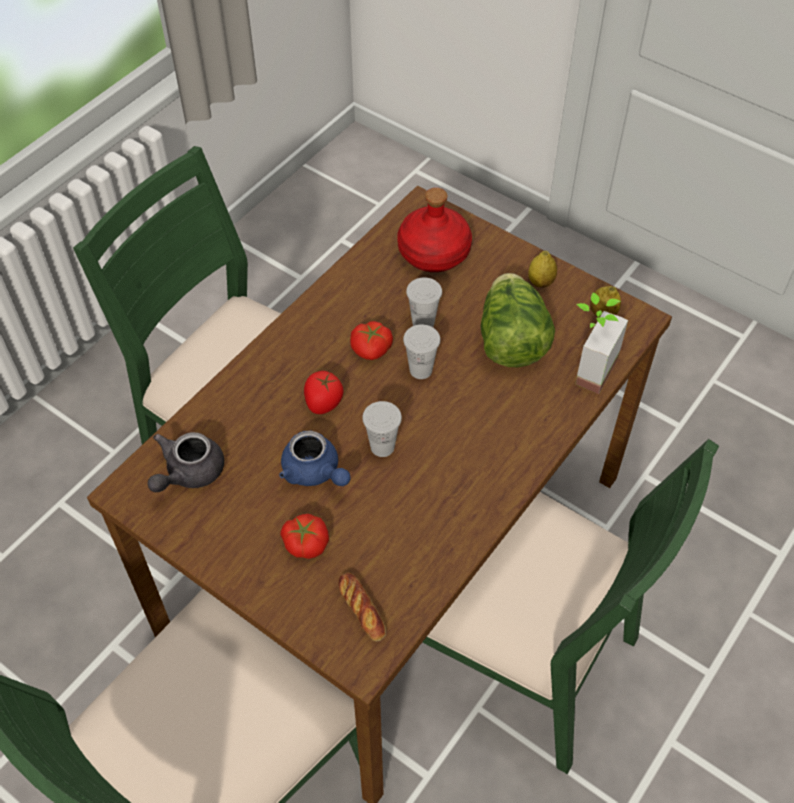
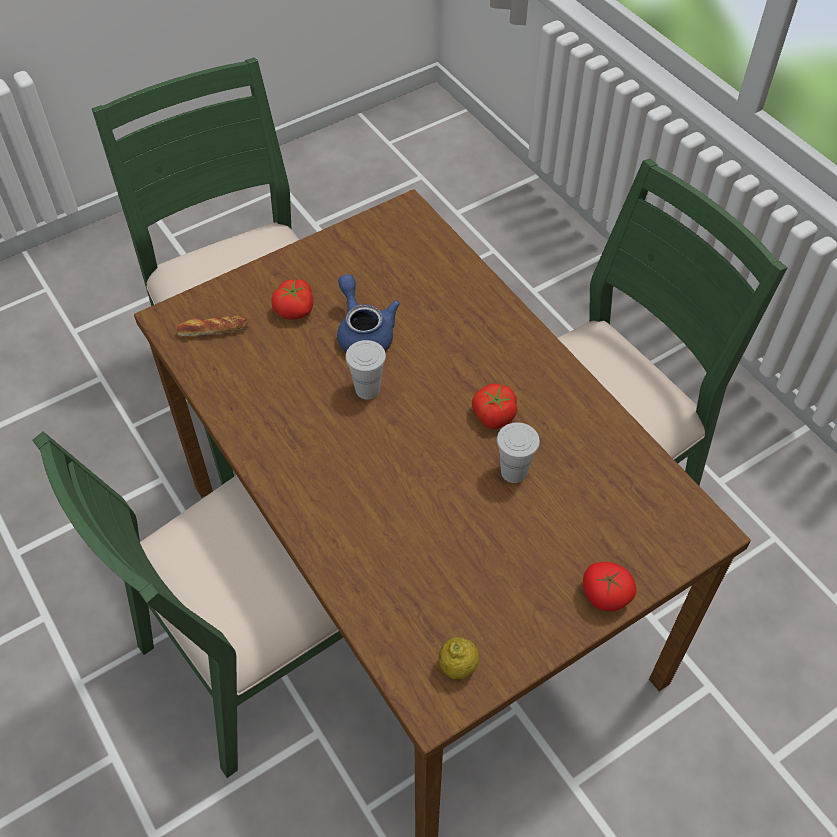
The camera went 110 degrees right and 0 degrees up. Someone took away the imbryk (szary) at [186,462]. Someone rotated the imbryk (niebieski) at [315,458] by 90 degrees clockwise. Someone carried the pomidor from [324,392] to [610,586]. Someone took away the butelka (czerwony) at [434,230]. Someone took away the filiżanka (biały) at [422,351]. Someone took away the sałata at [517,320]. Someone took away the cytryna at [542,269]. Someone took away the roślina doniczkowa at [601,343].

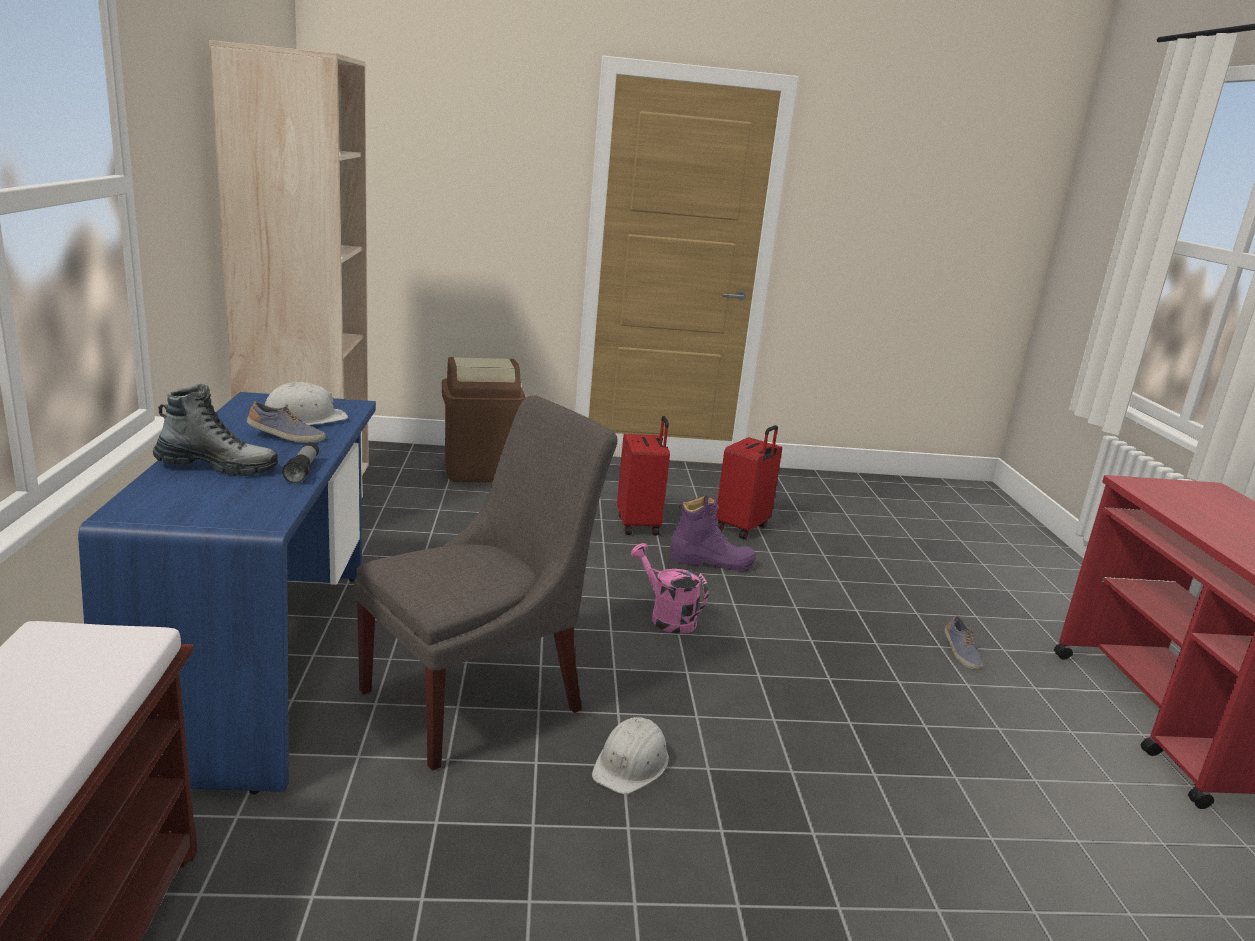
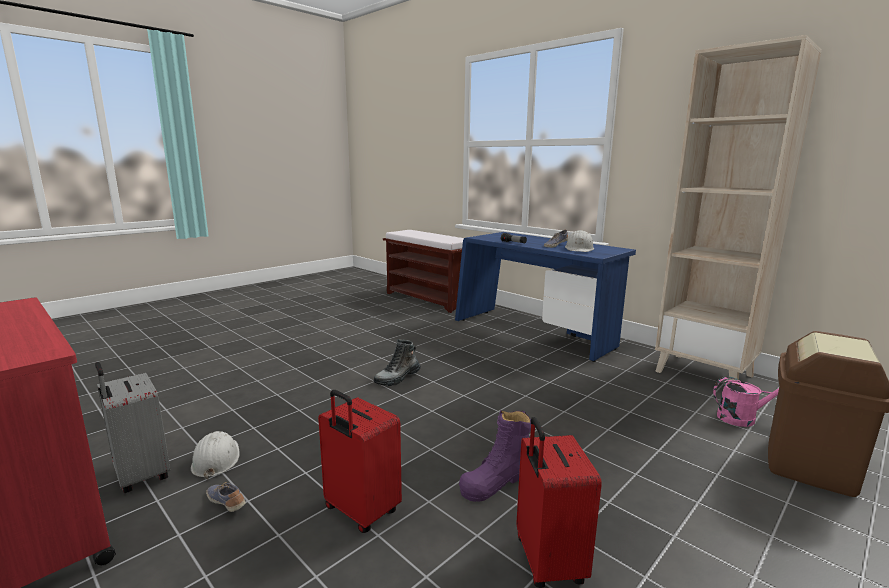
The camera went 140 degrees right and 5 degrees down. Someone carried the but z cholewką from [215,430] to [397,362]. Someone took away the krzesło (szary) at [485,583]. Someone carried the kask (biały) from [630,755] to [215,455]. Someone carried the walizka (czerwony) from [643,476] to [360,461]. Someone carried the konewka (różowy) from [670,588] to [746,401]. Someone put down the walizka (szary) at [132,427].

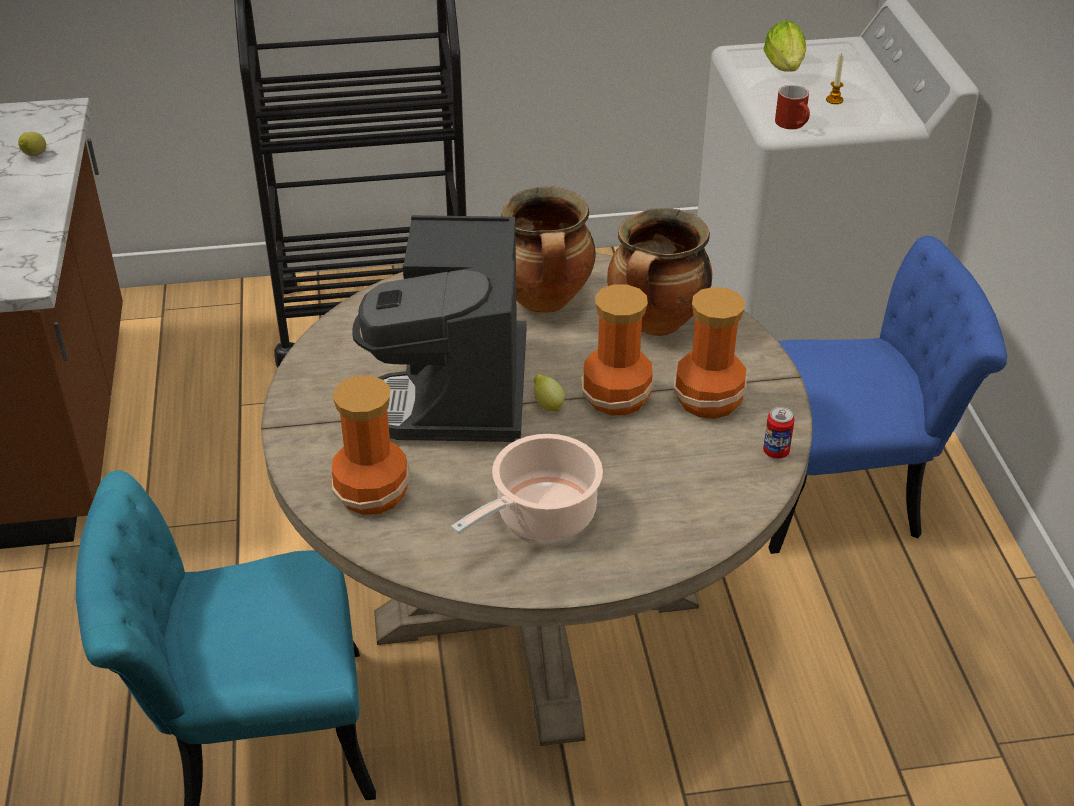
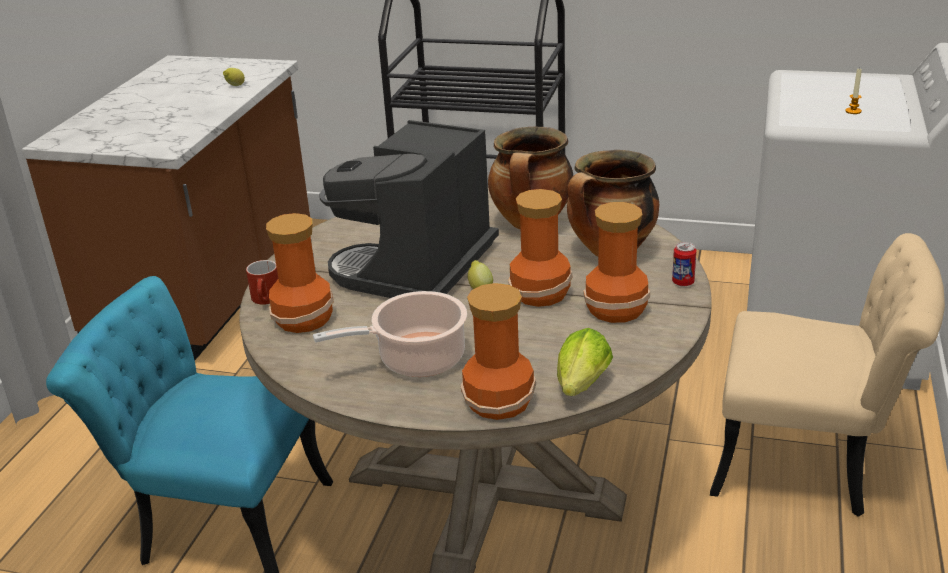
The camera went 25 degrees right and 10 degrees down. Someone carried the puszka from [779,433] to [684,264]. Someone carried the sałata from [785,46] to [585,362]. Someone repainted the krzesło (niebieski) at [888,395], which became the krzesło (beżowy) at [827,375]. Someone carried the kubek (czerwony) from [792,107] to [262,282]. Someone put down the wazon at [498,351].

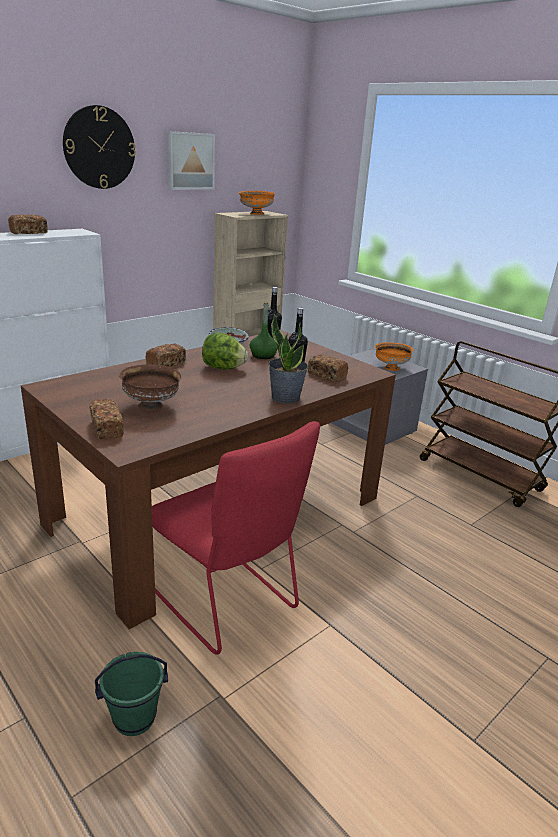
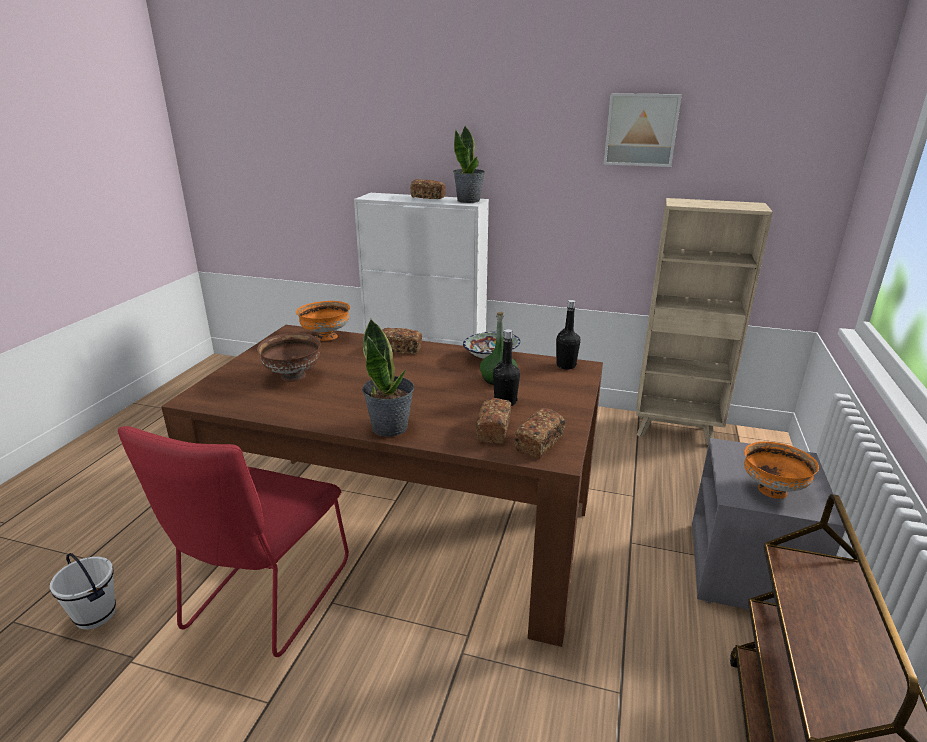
The camera went 60 degrees right and 0 degrees up. Someone took away the zegar ścienny at [99,147]. Someone carried the chleb from [106,419] to [540,433]. Someone repainted the wiadro (zielony) at [131,694], which became the wiadro (biały) at [83,591]. Someone took away the sałata at [225,351]. Someone carried the miska (pomarańczowy) from [257,203] to [323,321]. Someone put down the roślina doniczkowa at [469,164].

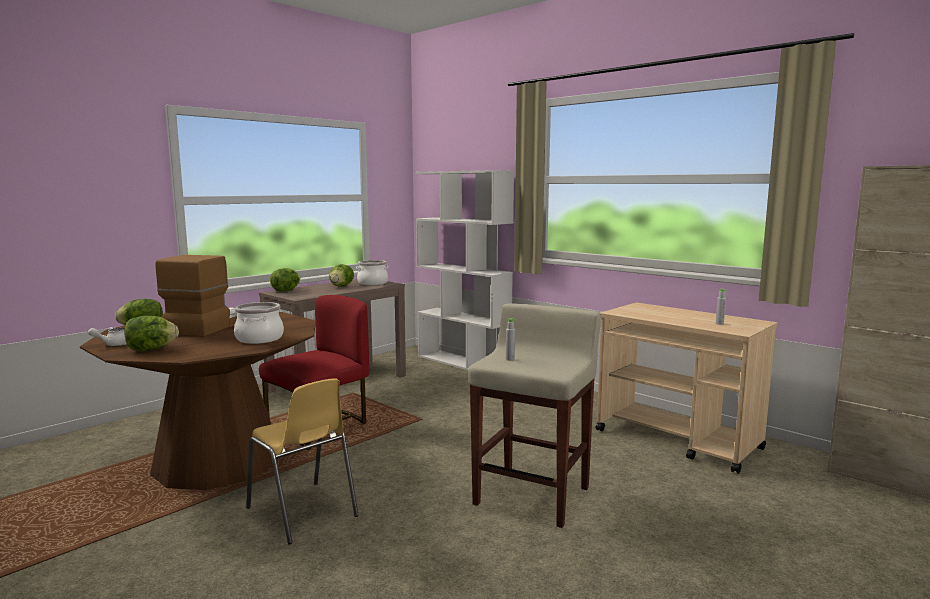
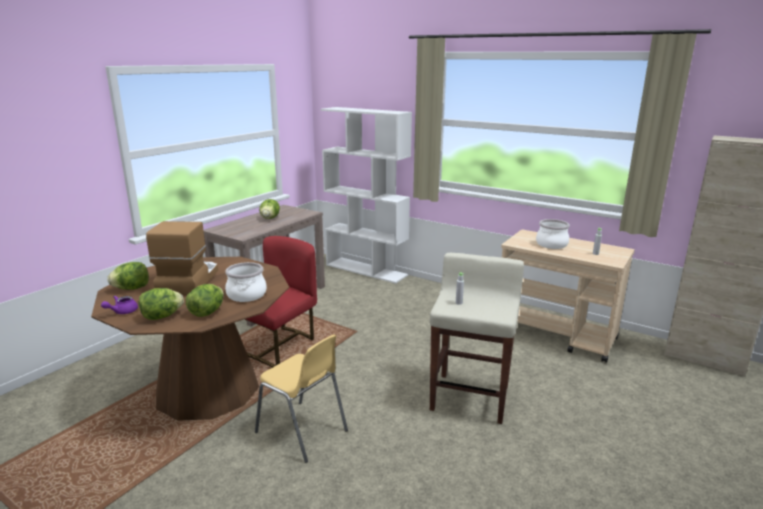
The camera went 10 degrees left and 10 degrees up. Someone repainted the imbryk (biały) at [107,336], which became the imbryk (fioletowy) at [119,305]. Someone carried the sałata from [285,280] to [205,300]. Someone carried the garnek from [372,272] to [553,234].

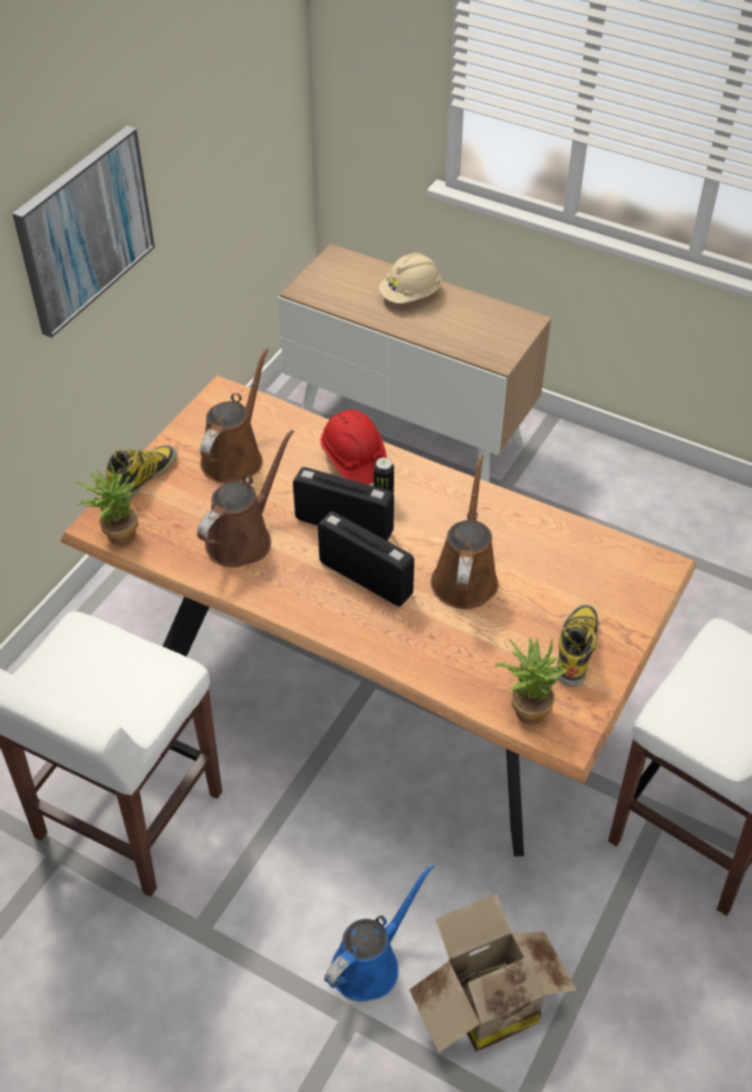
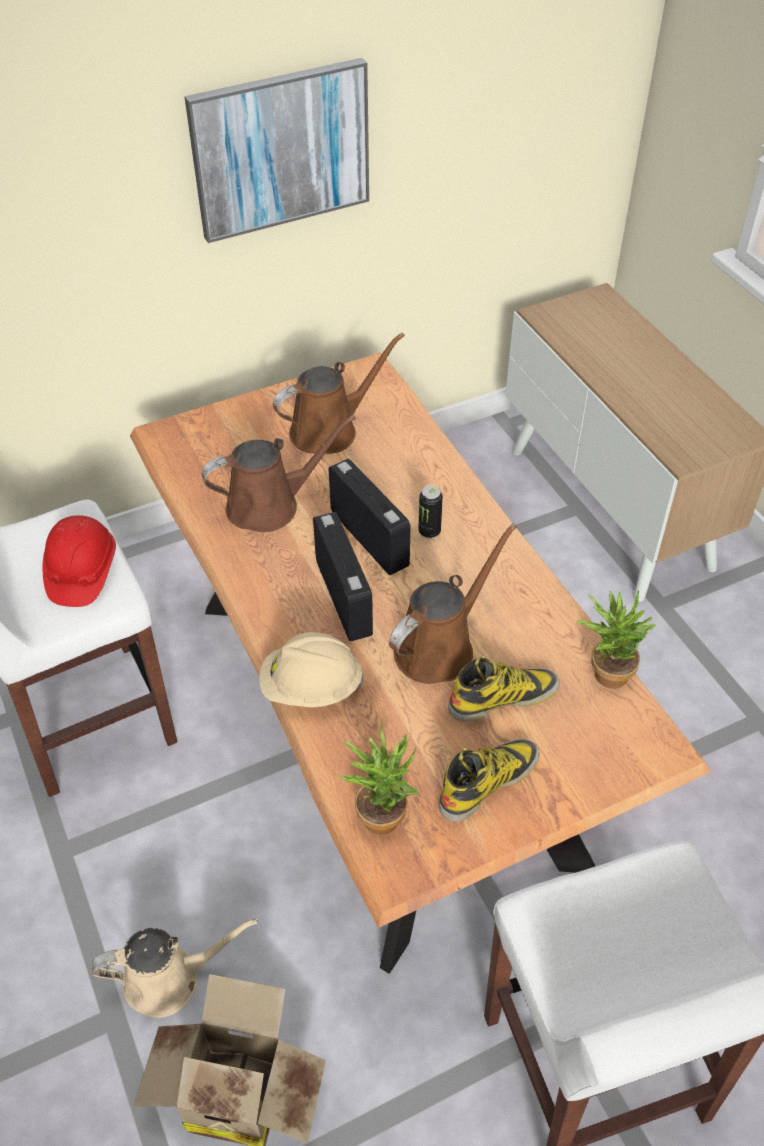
The camera went 35 degrees right and 0 degrees up. Someone carried the roślina doniczkowa from [107,503] to [616,639]. Someone carried the but z cholewką from [141,473] to [504,689]. Someone carried the kask (czerwony) from [353,447] to [79,561]. Someone repainted the konewka (niebieski) at [379,932], which became the konewka (beżowy) at [175,968]. Someone carried the kask (beżowy) from [410,278] to [311,670].

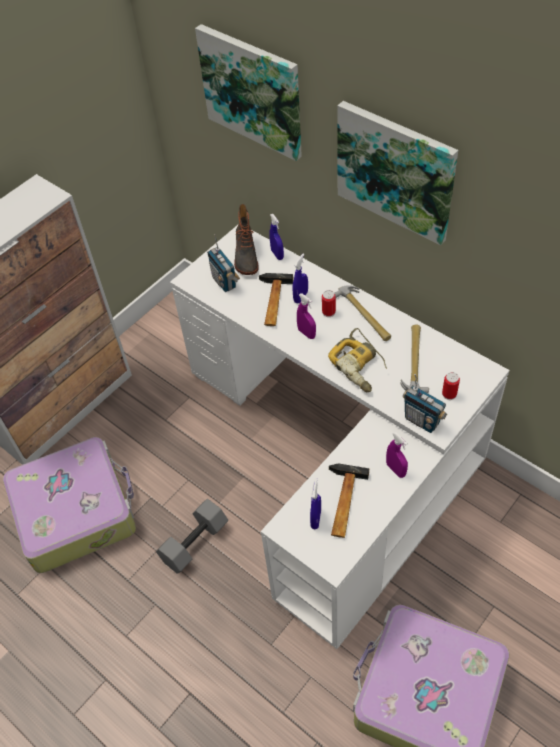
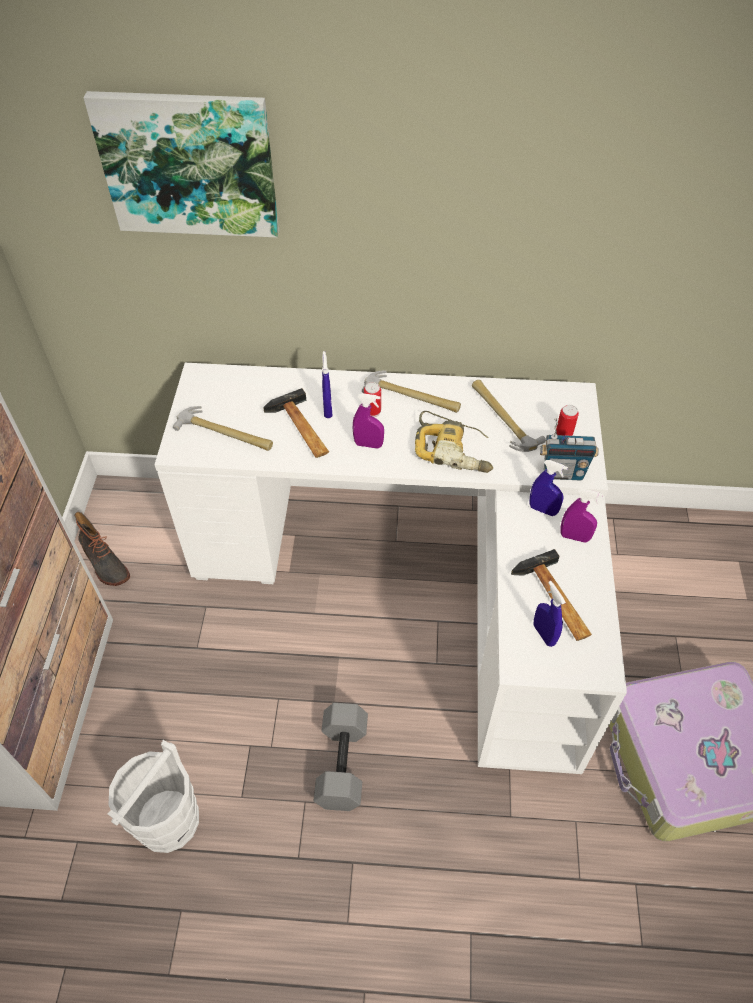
The camera went 40 degrees left and 0 degrees up. Someone swapped the walizka at [69,505] for the wiadro (biały) at [153,796]. Someone swapped the radio at [223,263] for the młotek at [223,428]. Someone carried the but z cholewką from [246,239] to [102,549]. Someone carried the spryskiwacz (niebieski) from [276,237] to [548,488]. Someone took away the obraz at [397,173].

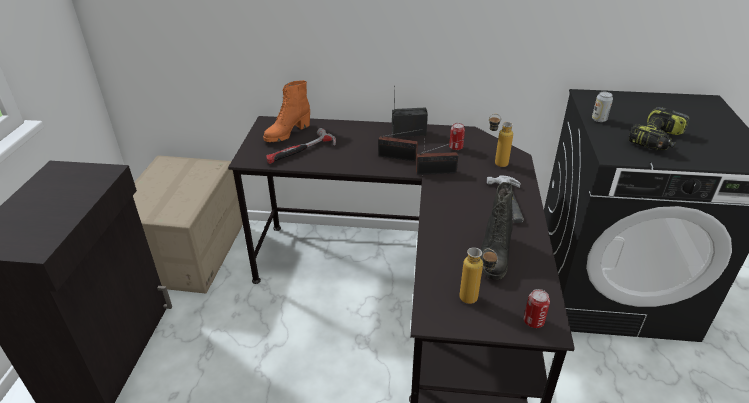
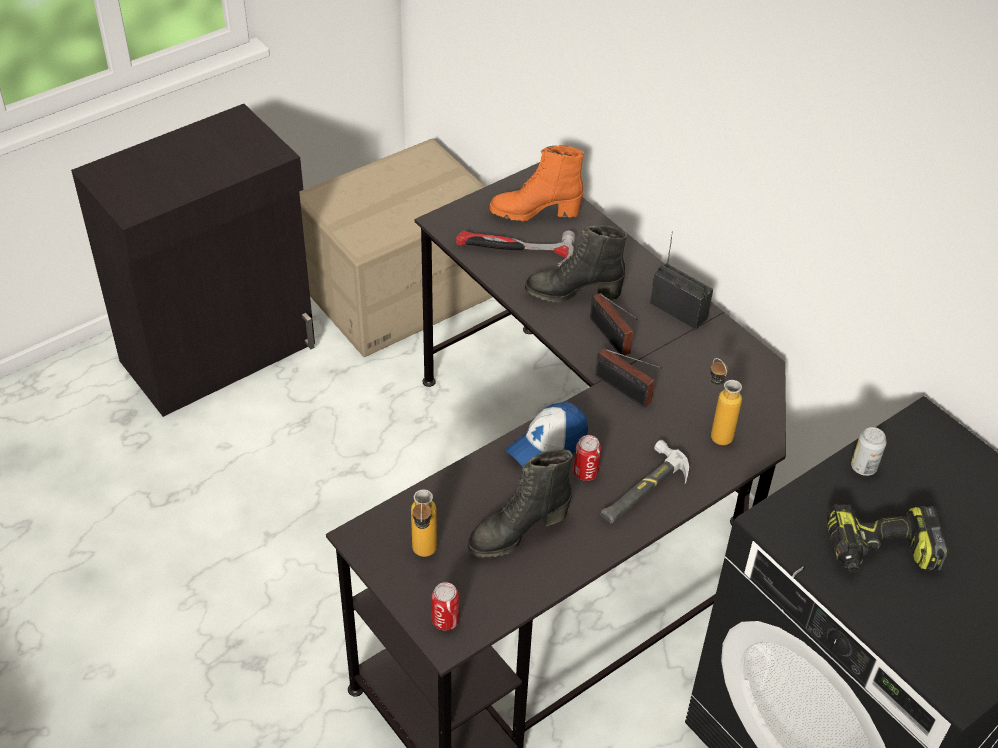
The camera went 45 degrees right and 10 degrees up. Someone carried the puszka from [457,136] to [587,458]. Someone put down the czapka z daszkiem at [547,434]. Someone put down the but z cholewką (czarny) at [576,264].

